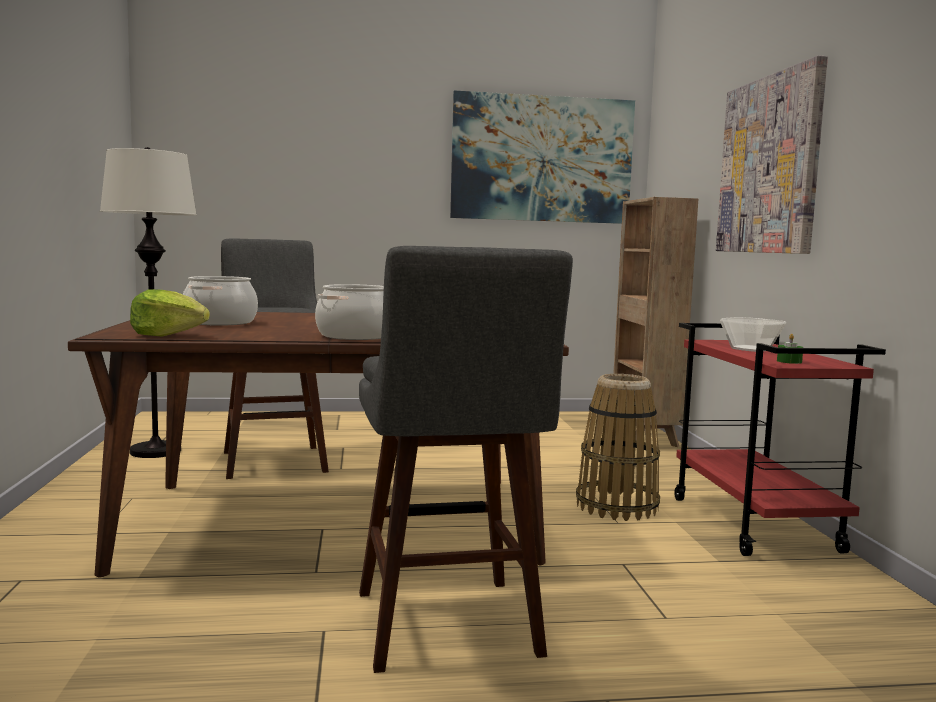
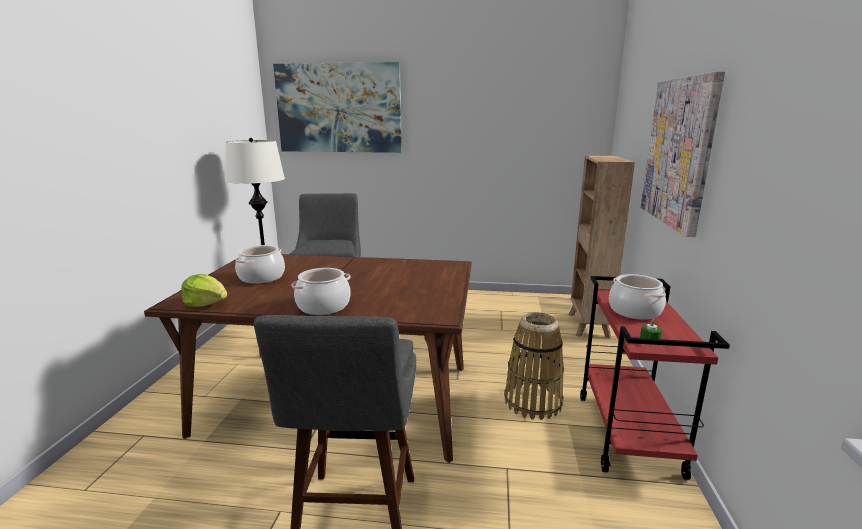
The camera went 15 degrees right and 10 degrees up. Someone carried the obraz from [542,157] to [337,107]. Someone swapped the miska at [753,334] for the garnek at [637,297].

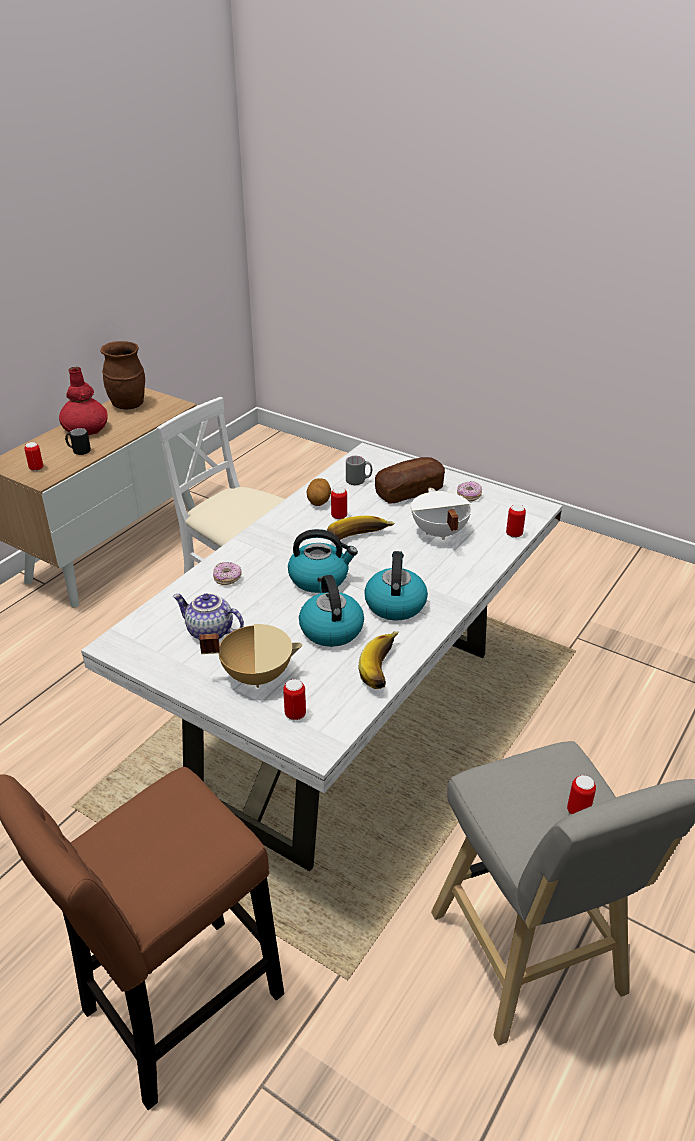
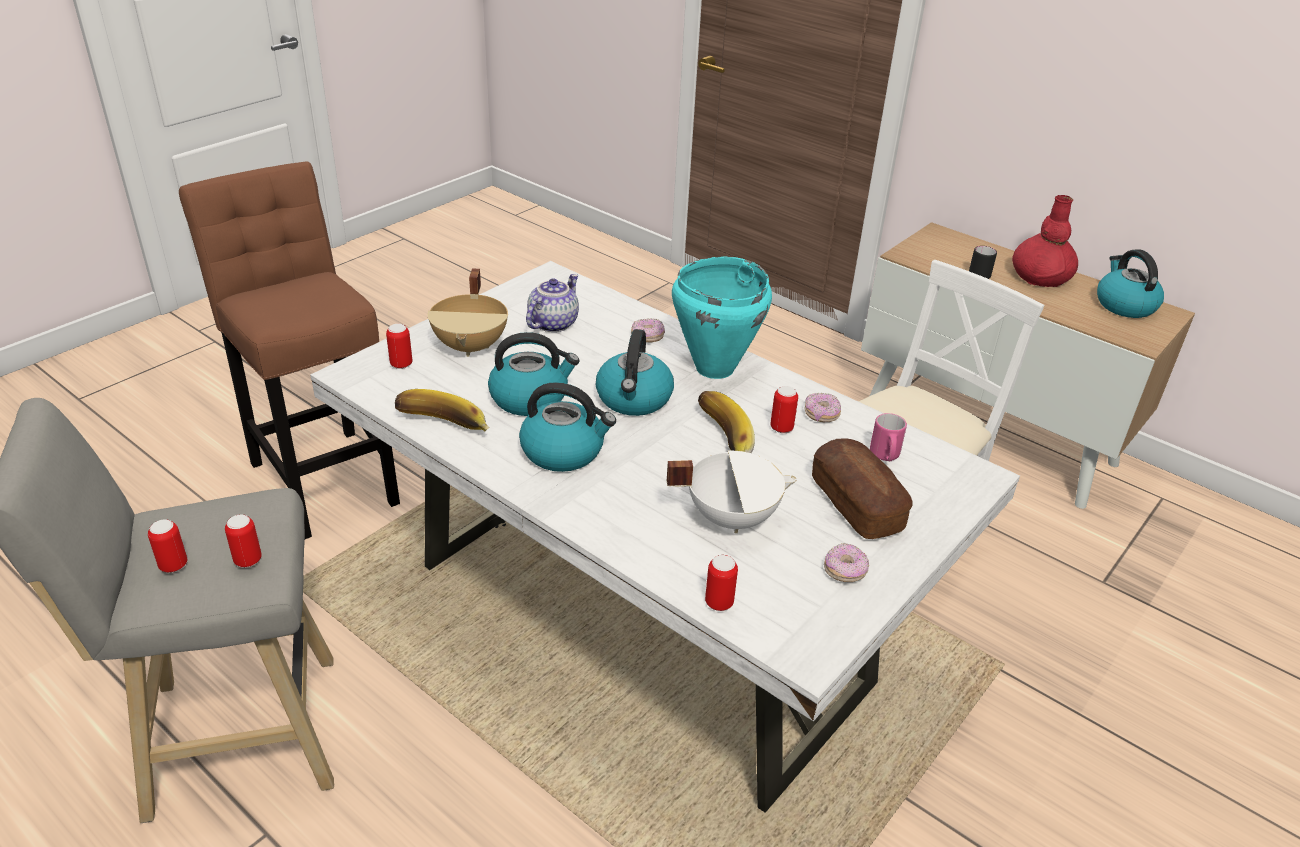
The camera went 95 degrees right and 0 degrees up. Someone carried the puszka from [33,456] to [243,541]. Someone swapped the wazon (brązowy) at [122,375] for the czajnik at [1130,283]. Someone swapped the ziemniak at [318,492] for the donut at [822,407]. Someone repainted the kubek (szary) at [359,470], which became the kubek (różowy) at [888,437]. Someone put down the garnek (turkusowy) at [722,318].

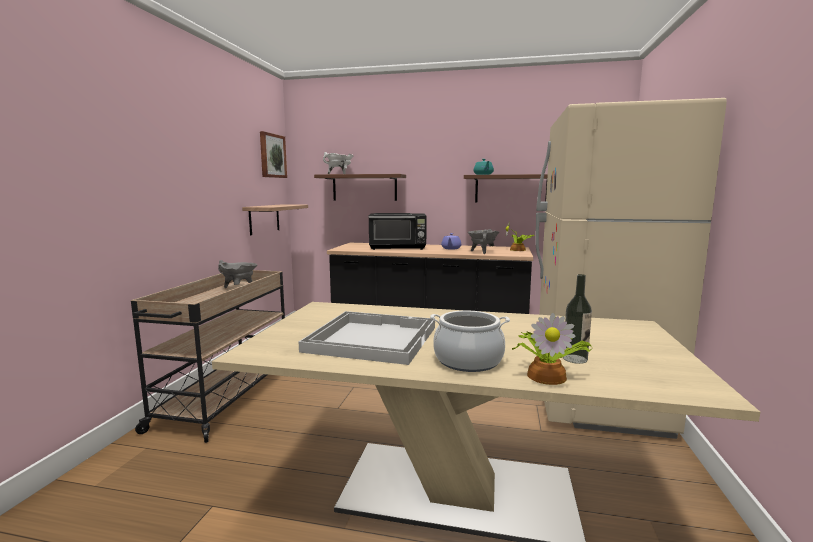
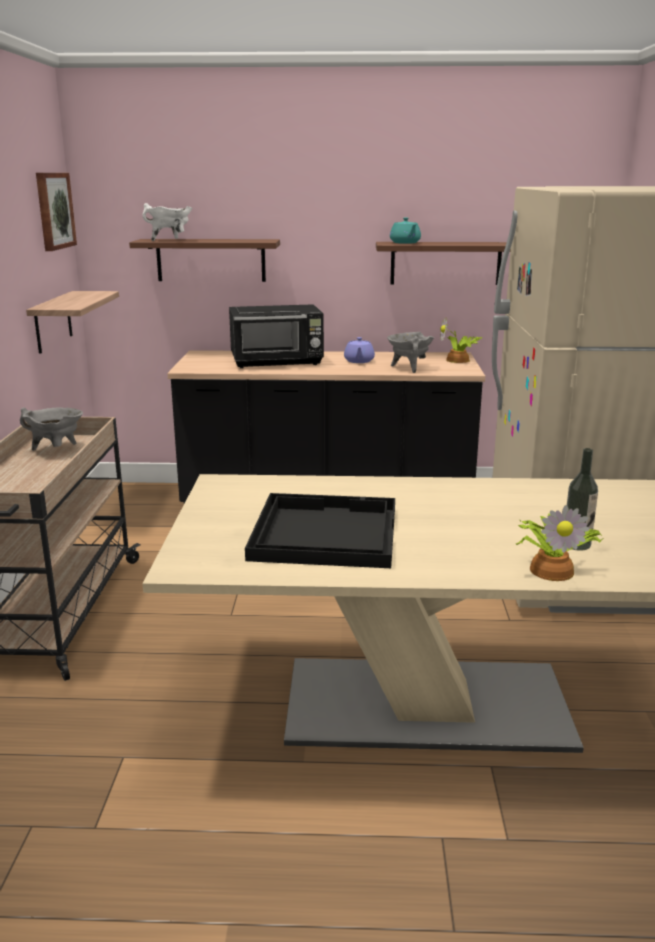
The camera went 10 degrees left and 10 degrees up. Someone repainted the taca (biały) at [367,338], which became the taca (czarny) at [320,530]. Someone took away the garnek at [470,341].

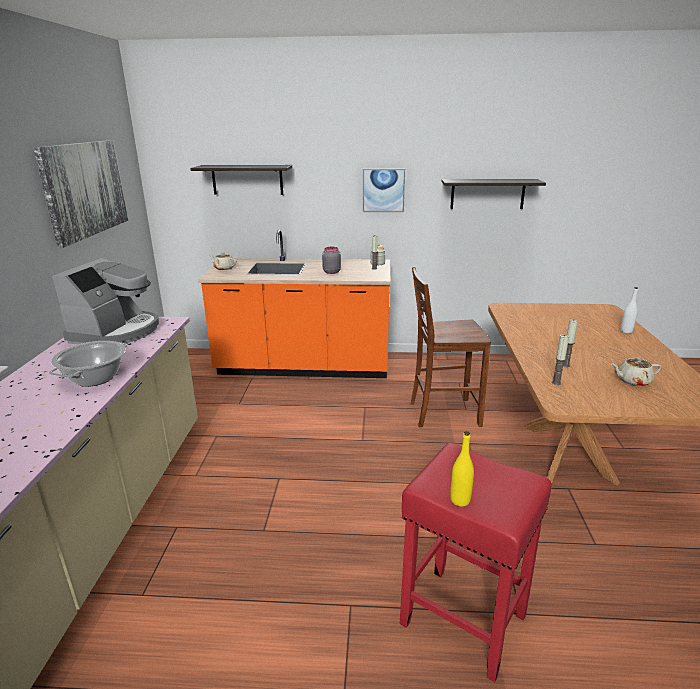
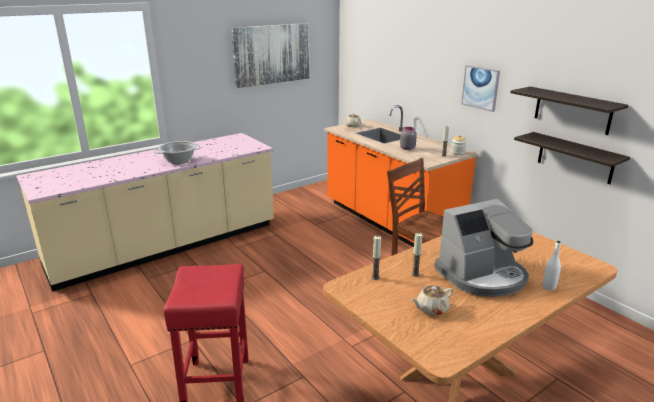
The camera went 50 degrees right and 0 degrees up. Someone carried the ekspres do kawy from [105,301] to [483,248]. Someone carried the półka from [241,180] to [572,158]. Someone took away the butelka (żółty) at [462,469]. Someone rotated the imbryk (beżowy) at [637,371] by 75 degrees counterclockwise.

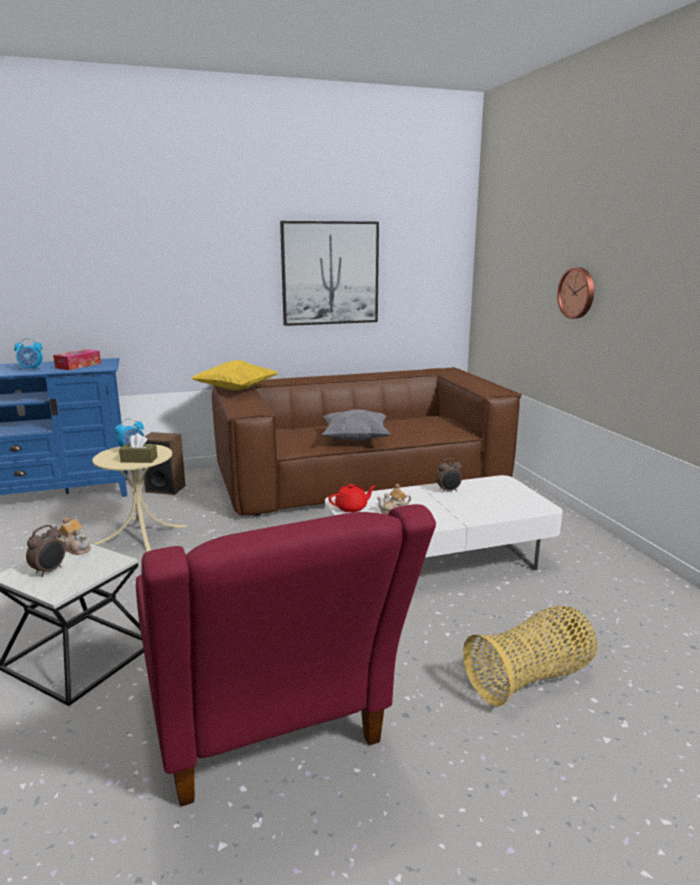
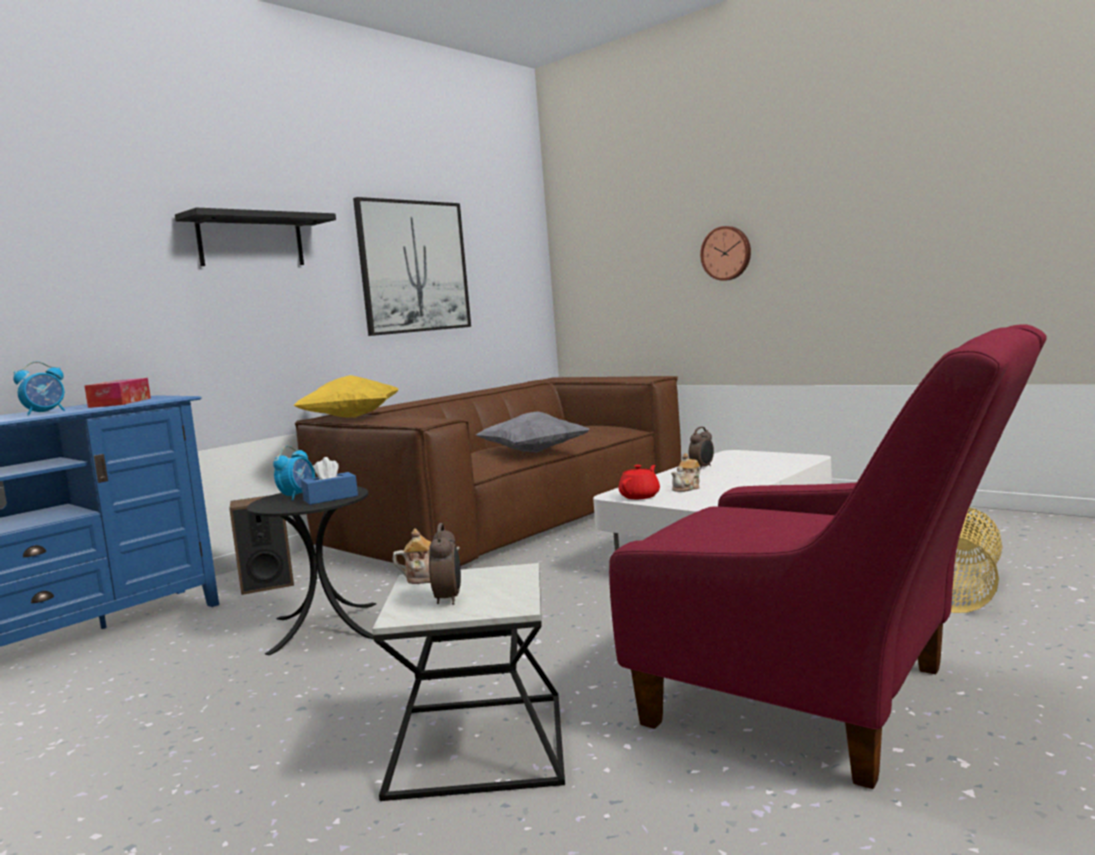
The camera went 30 degrees left and 10 degrees down. Someone repainted the stolik (beżowy) at [139,498], which became the stolik (czarny) at [311,570]. Someone repainted the pudełko chusteczek (brązowy) at [138,448], which became the pudełko chusteczek (niebieski) at [329,481]. Someone put up the półka (czarny) at [255,237].

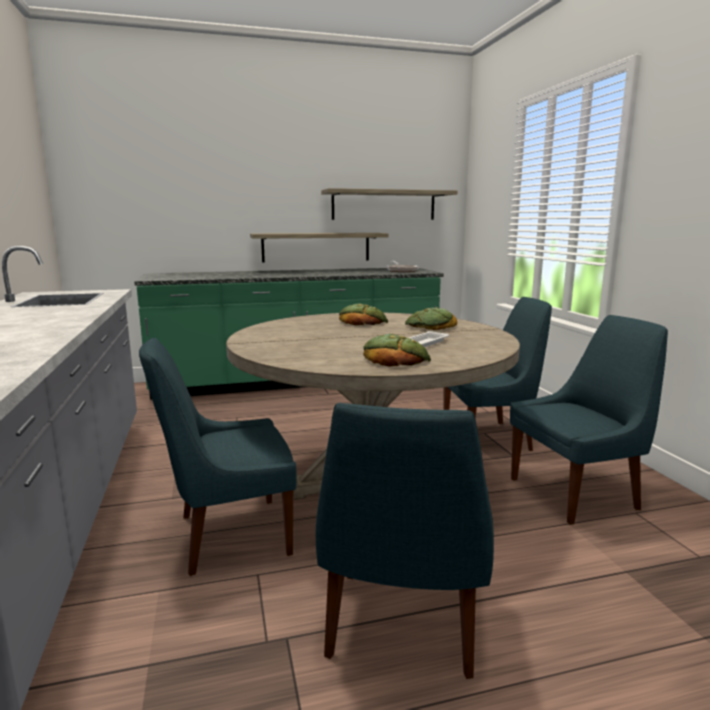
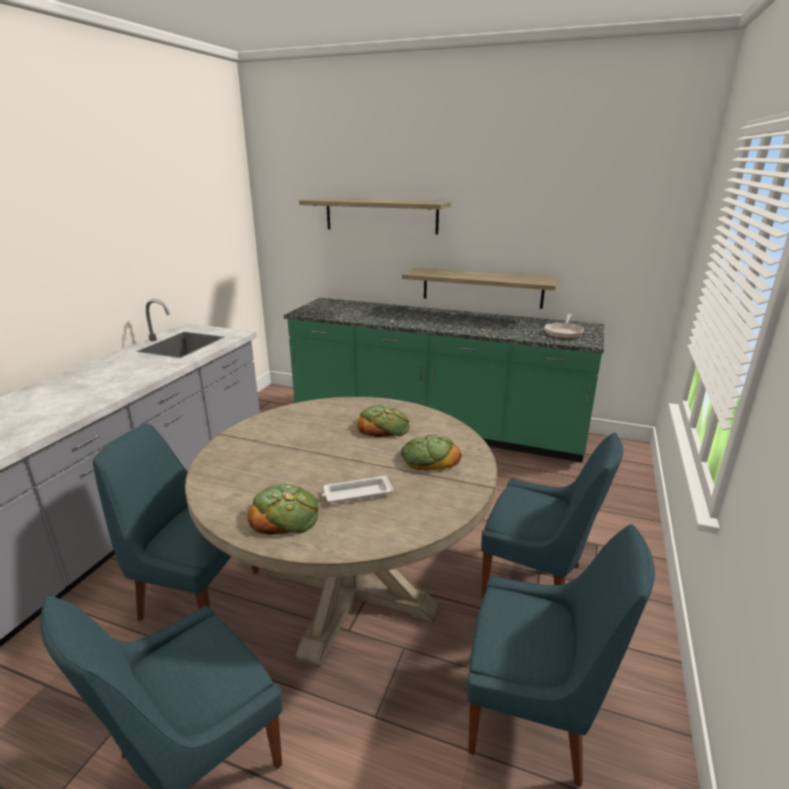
The camera went 35 degrees right and 10 degrees up. Someone carried the półka from [389,204] to [375,216].

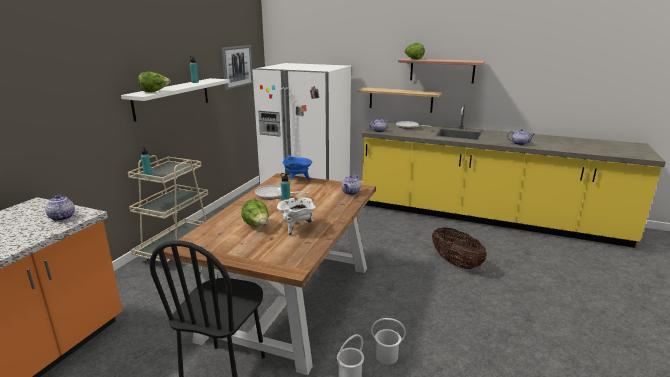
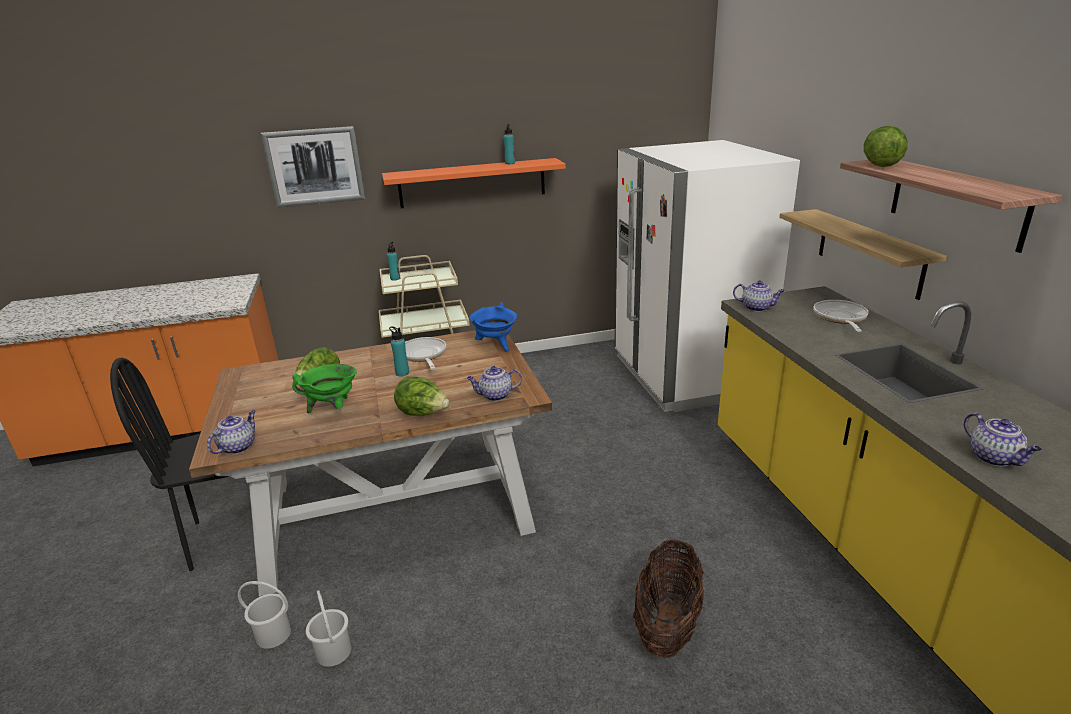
The camera went 55 degrees right and 5 degrees up. Someone carried the imbryk from [60,208] to [231,432]. Someone repainted the półka (biały) at [175,100], which became the półka (pomarańczowy) at [474,183]. Someone carried the sałata from [154,82] to [421,396]. Someone carried the obraz from [237,68] to [313,167]. Someone repainted the garnek (biały) at [296,216], which became the garnek (zielony) at [324,389].

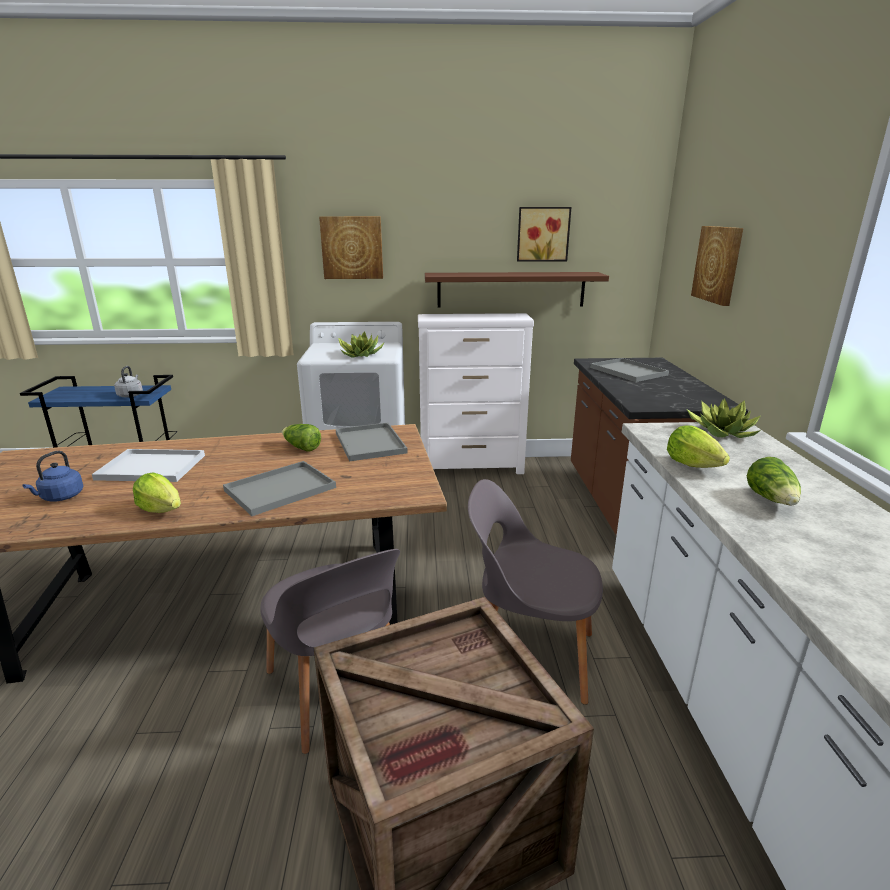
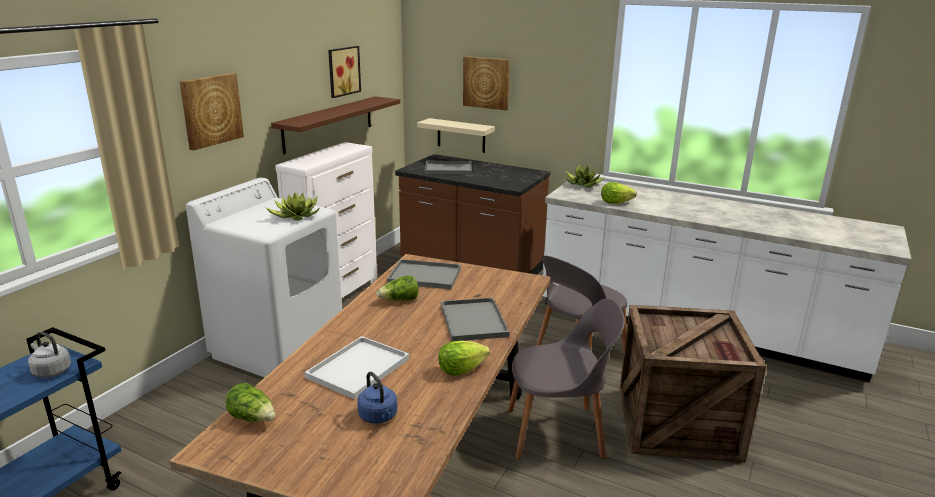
The camera went 60 degrees left and 0 degrees up. Someone carried the sałata from [774,481] to [250,402]. Someone put up the półka (beżowy) at [456,135].

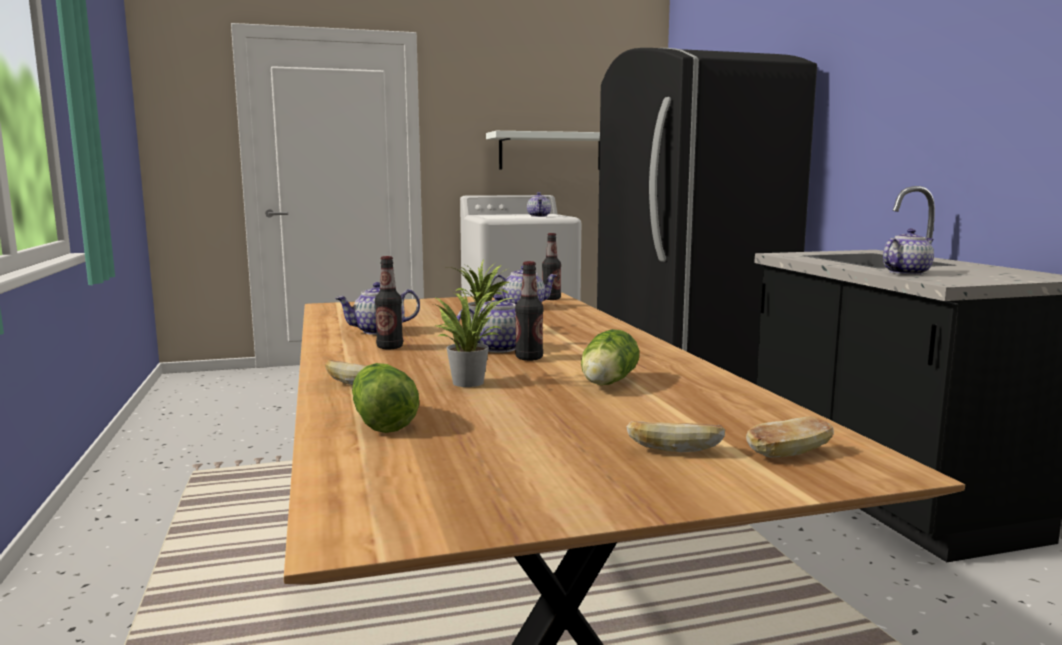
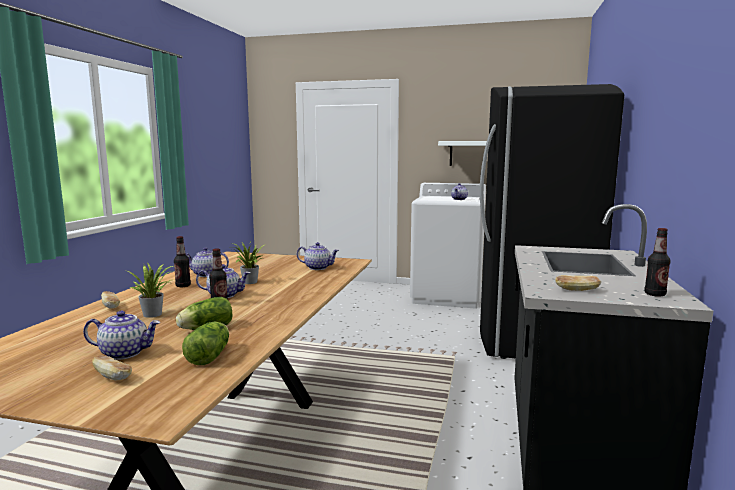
The camera went 30 degrees right and 0 degrees up. Someone carried the sałata from [385,398] to [205,343]. Someone carried the butelka from [551,266] to [657,262]. Someone carried the chleb from [790,437] to [578,283]. Someone carried the imbryk from [908,252] to [121,335].

